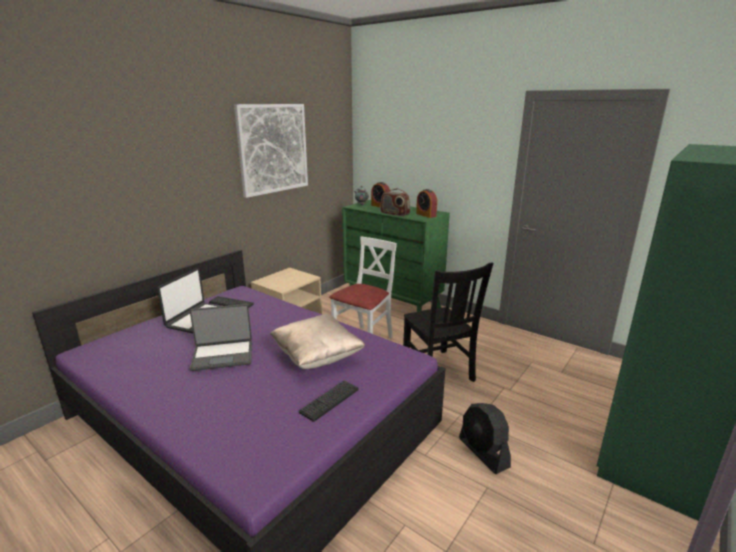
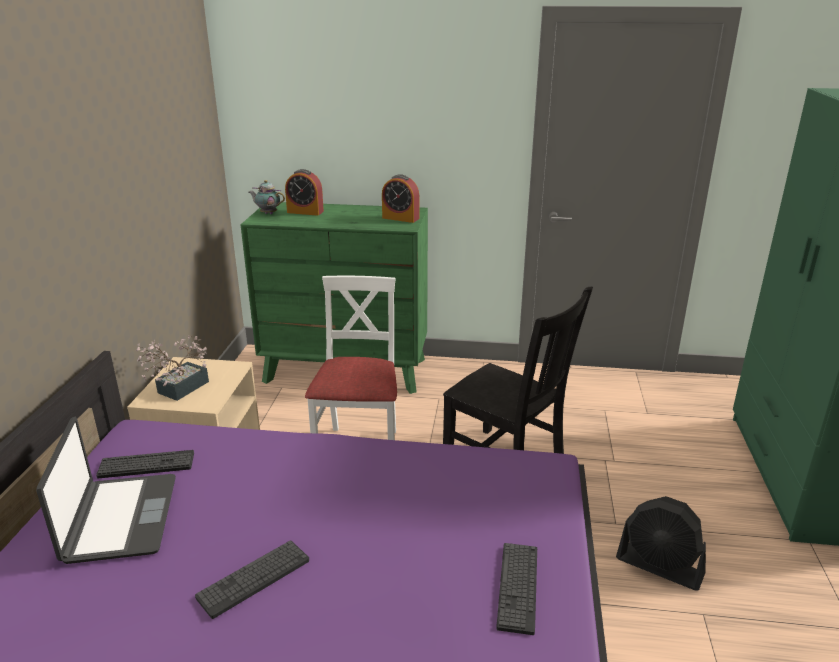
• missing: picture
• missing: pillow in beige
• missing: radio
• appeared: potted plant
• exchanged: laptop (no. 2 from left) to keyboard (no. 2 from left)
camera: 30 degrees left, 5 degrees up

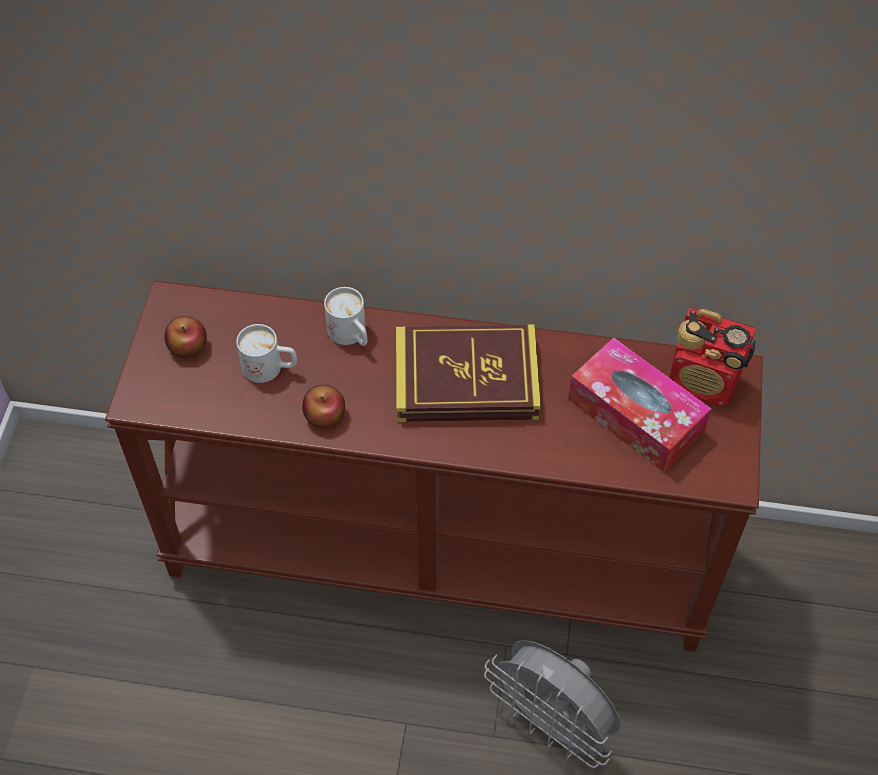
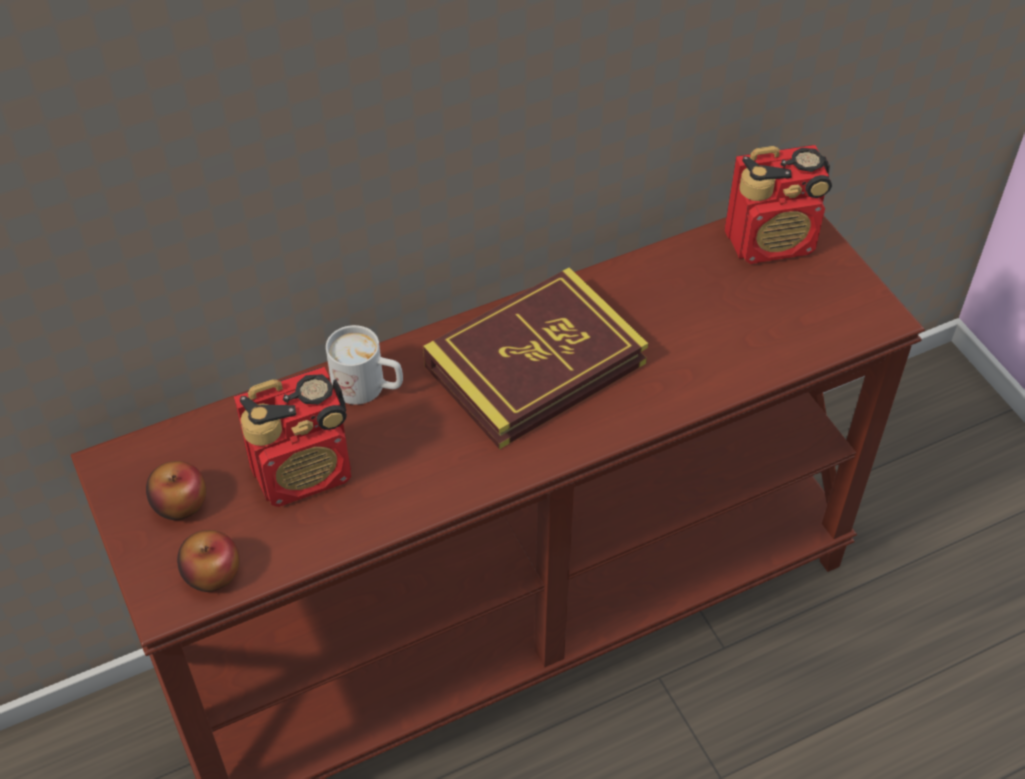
• missing: fan in grey
• missing: tissue box
• relocated: apple (no. 2 from left)
• exchanged: mug in white (no. 1 from left) to radio (no. 1 from left)
camera: 35 degrees left, 5 degrees down

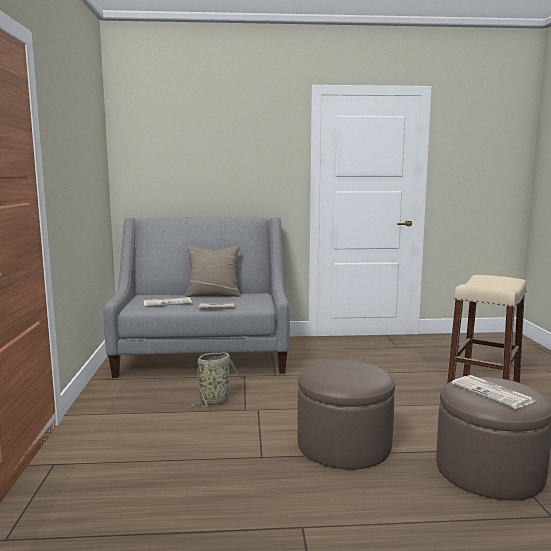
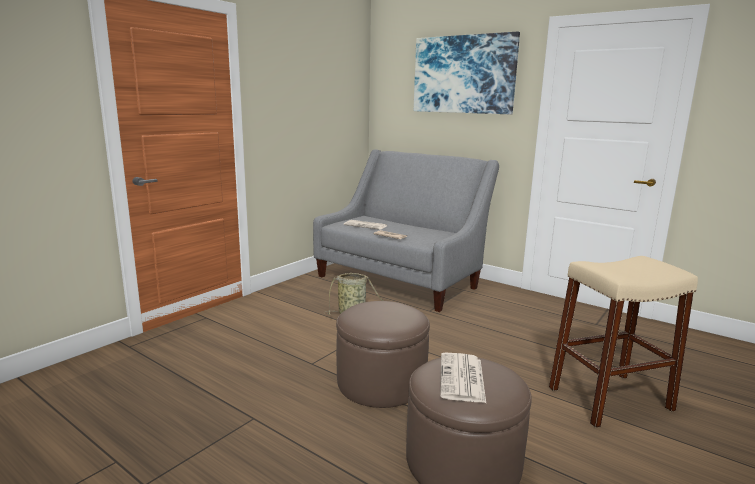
• missing: pillow in beige
• appeared: picture
camera: 40 degrees right, 5 degrees up

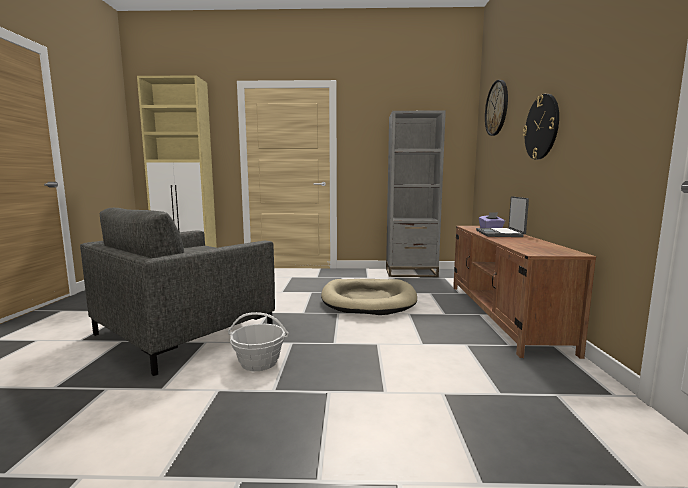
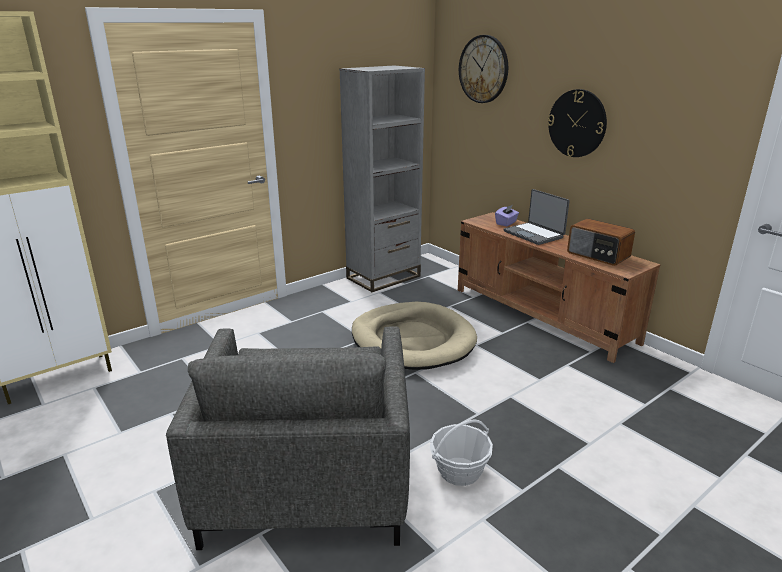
• appeared: radio
camera: 40 degrees left, 15 degrees up

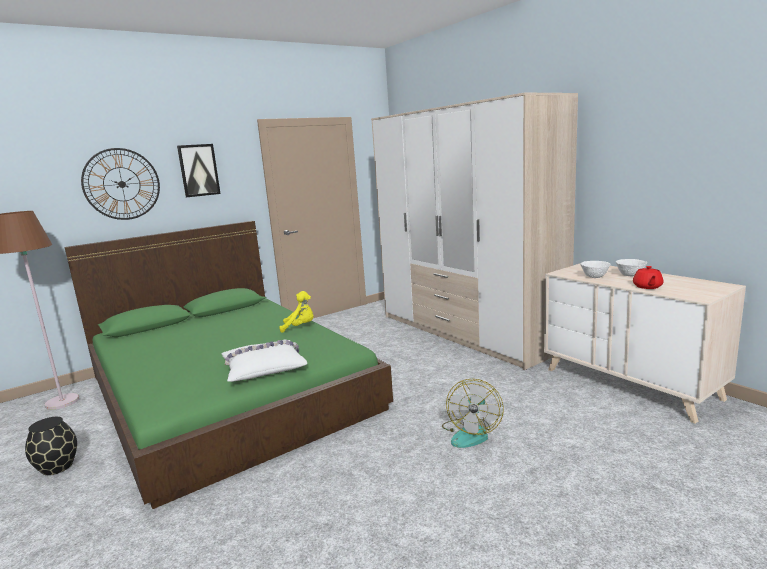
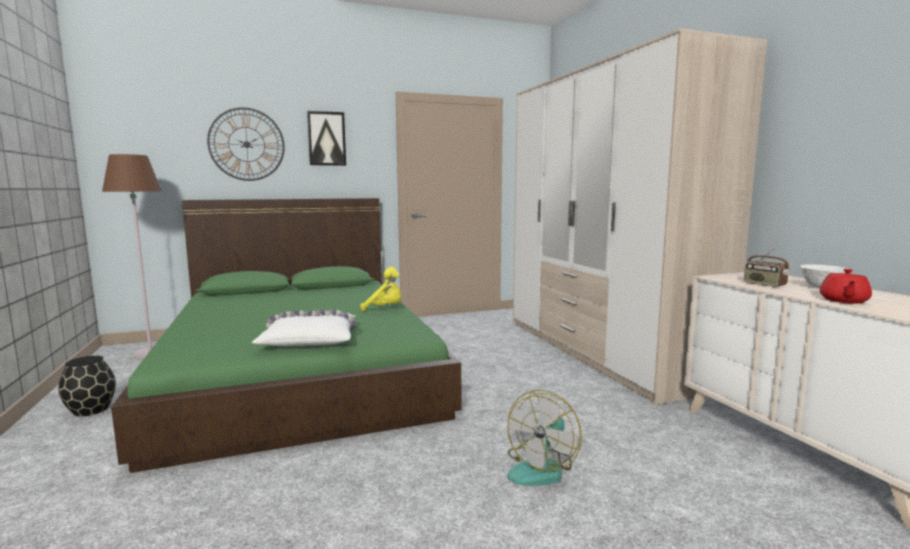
• exchanged: bowl in white (no. 1 from left) to radio
camera: 15 degrees right, 5 degrees down

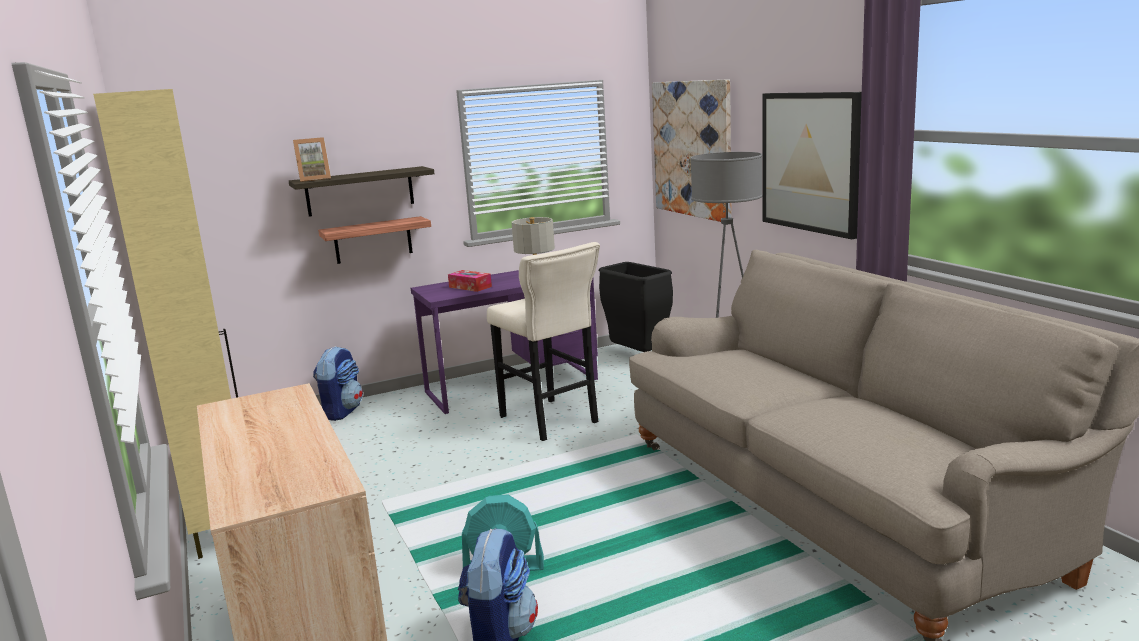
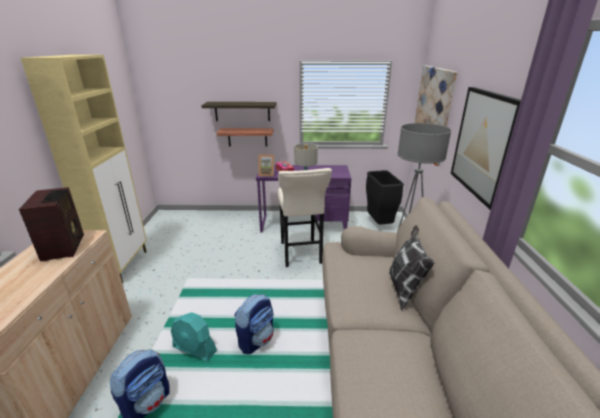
• appeared: radio
• appeared: pillow
• relocated: picture frame
• relocated: backpack (no. 1 from left in the first image) to backpack (no. 2 from left)
camera: 25 degrees right, 10 degrees up

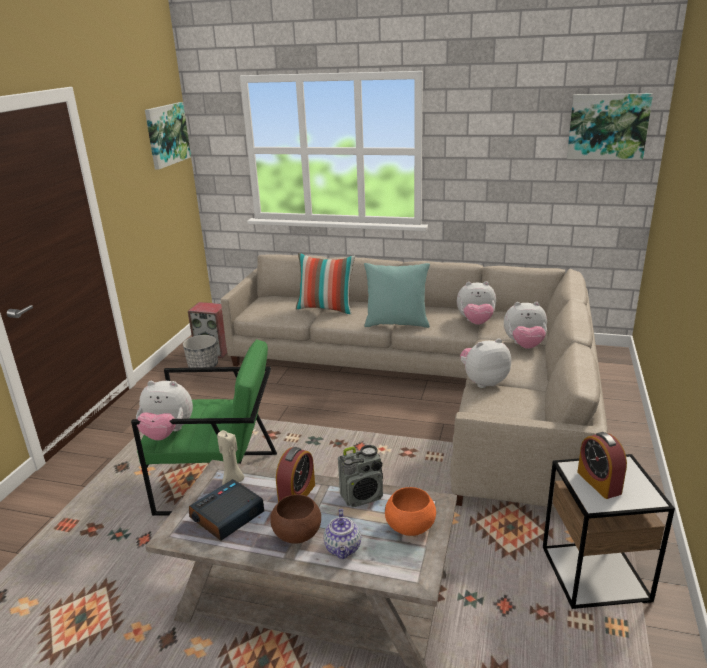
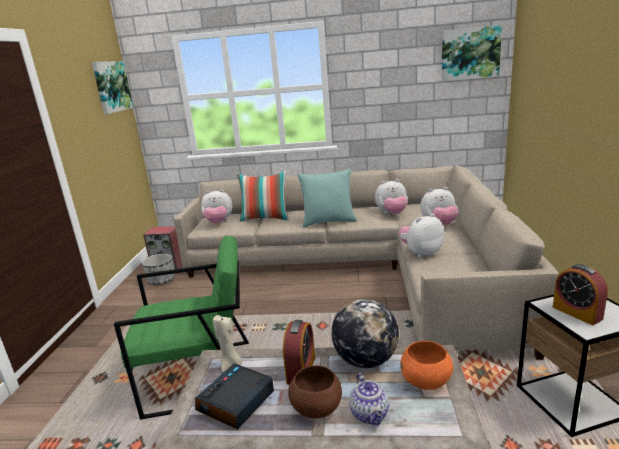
• relocated: plush toy (no. 1 from left)
• exchanged: radio to globe
camera: 10 degrees left, 5 degrees down

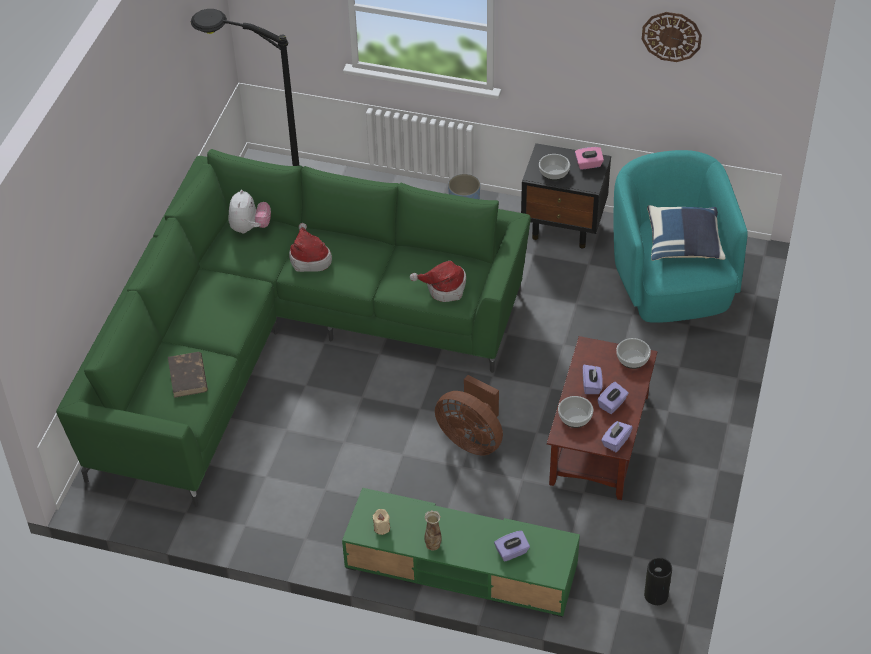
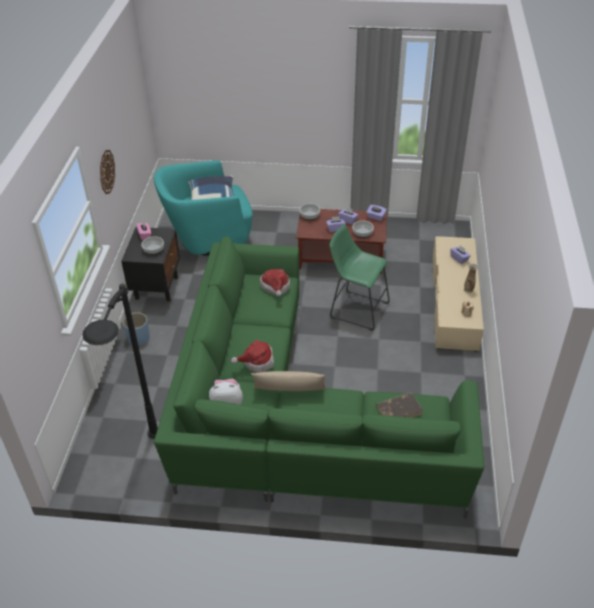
• missing: vase (no. 2 from left)
• appeared: pillow in beige
• relocated: wall clock
• exchanged: fan in brown to stool in green
• colour: tv stand in green to tv stand in beige
camera: 100 degrees left, 5 degrees down

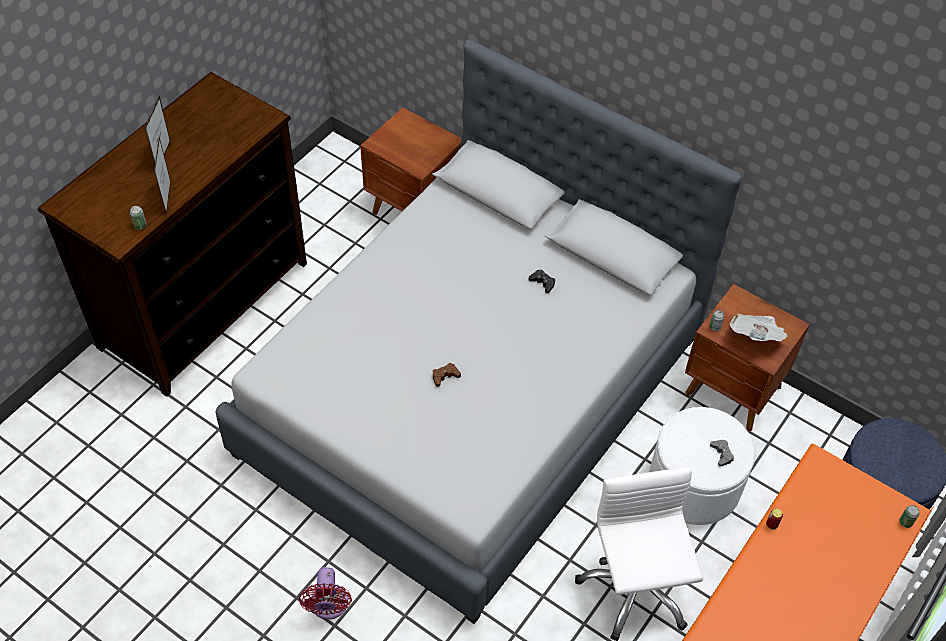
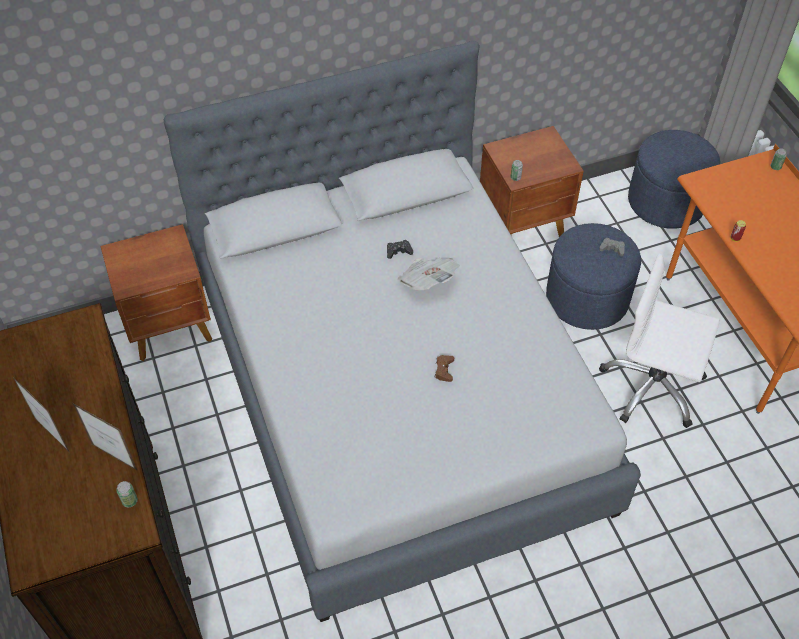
• missing: fan in red
• relocated: newspaper
• colour: ottoman in white to ottoman in blue (no. 1 from left)
camera: 55 degrees left, 0 degrees up

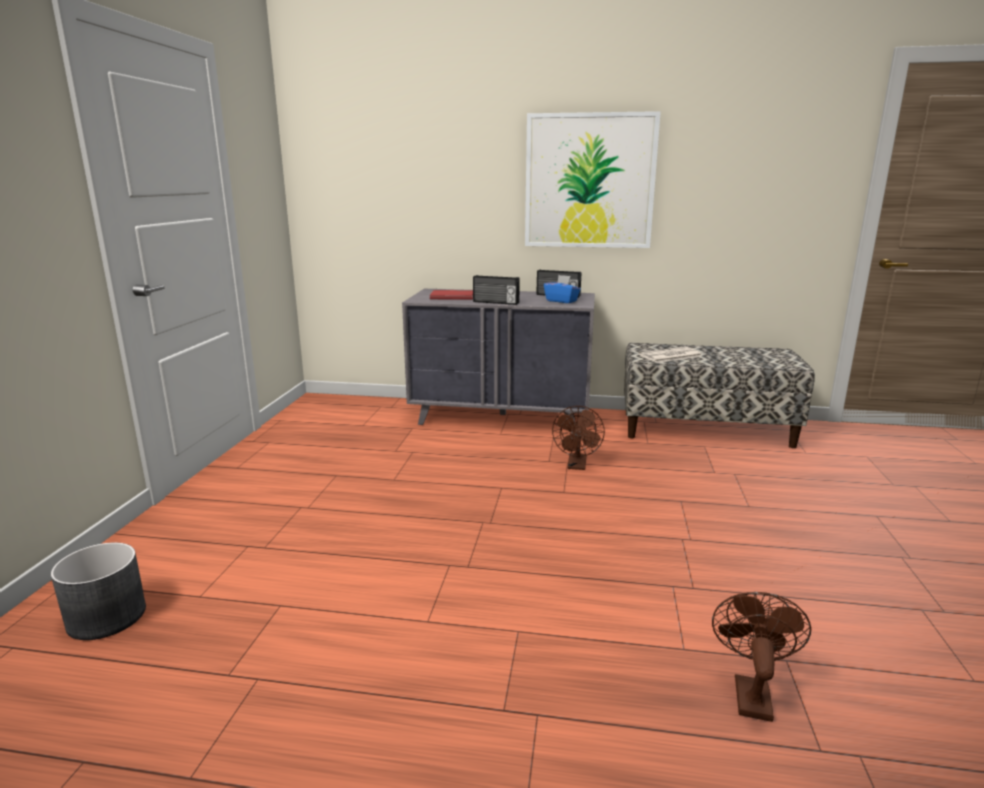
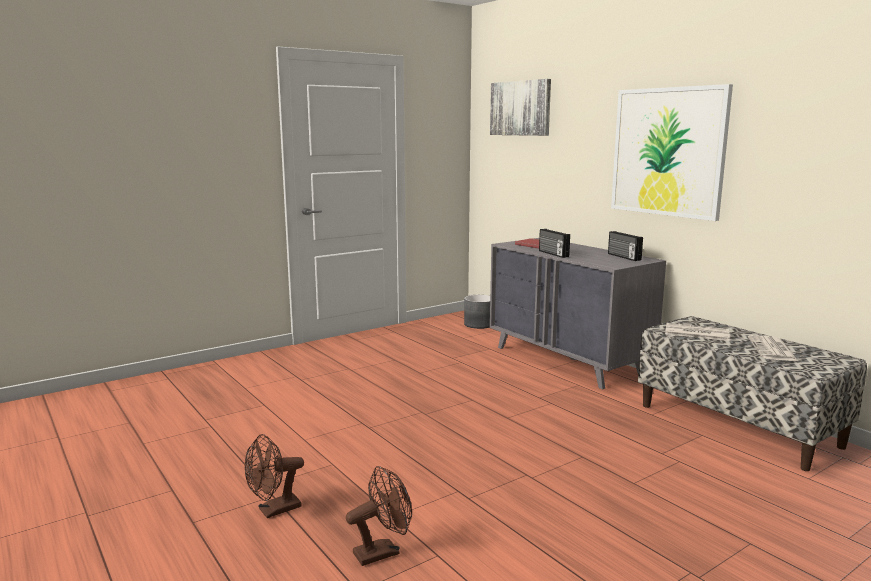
• missing: tissue box in blue
• appeared: picture (no. 1 from left)
• appeared: newspaper (no. 2 from left)
• relocated: planter in grey
• relocated: fan in brown (no. 1 from left)
camera: 45 degrees right, 5 degrees down

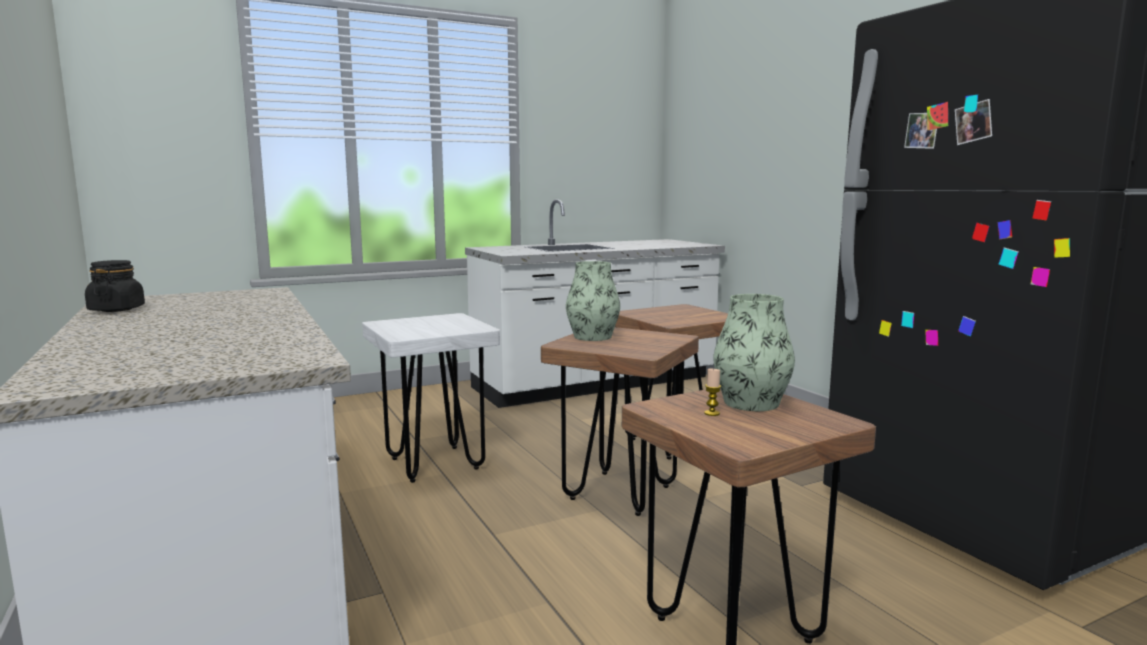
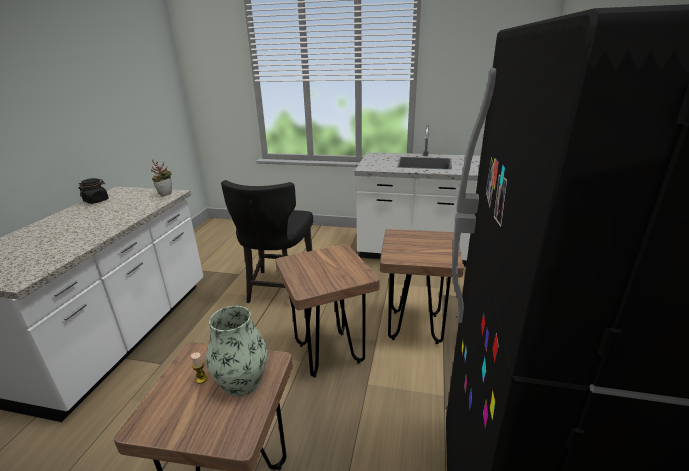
• missing: vase (no. 1 from left)
• appeared: potted plant
• exchanged: stool in white to chair in black
camera: 40 degrees right, 15 degrees up

